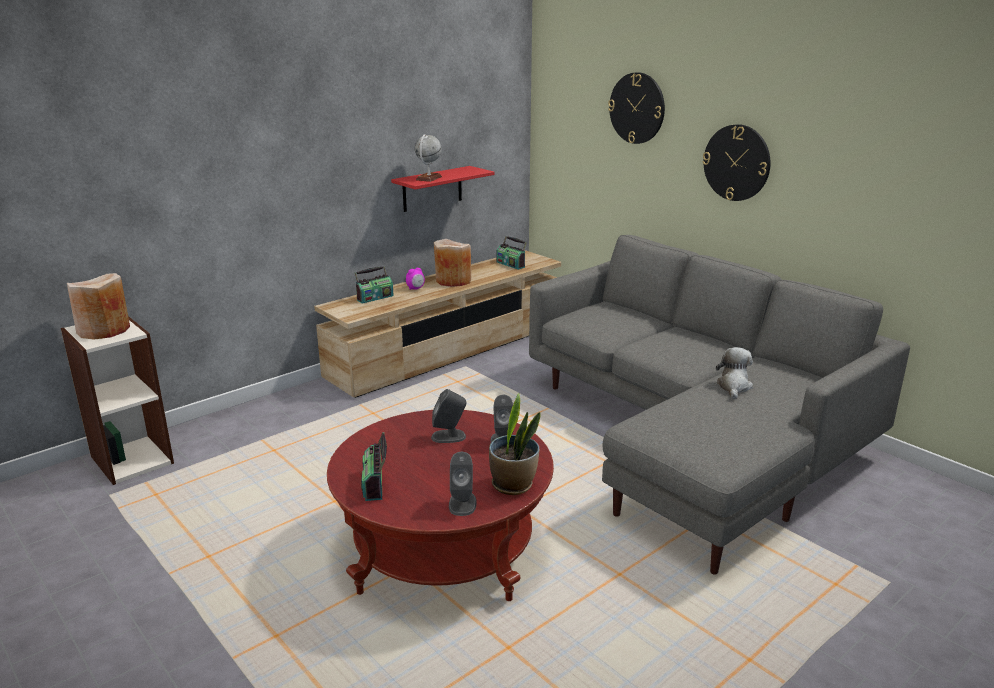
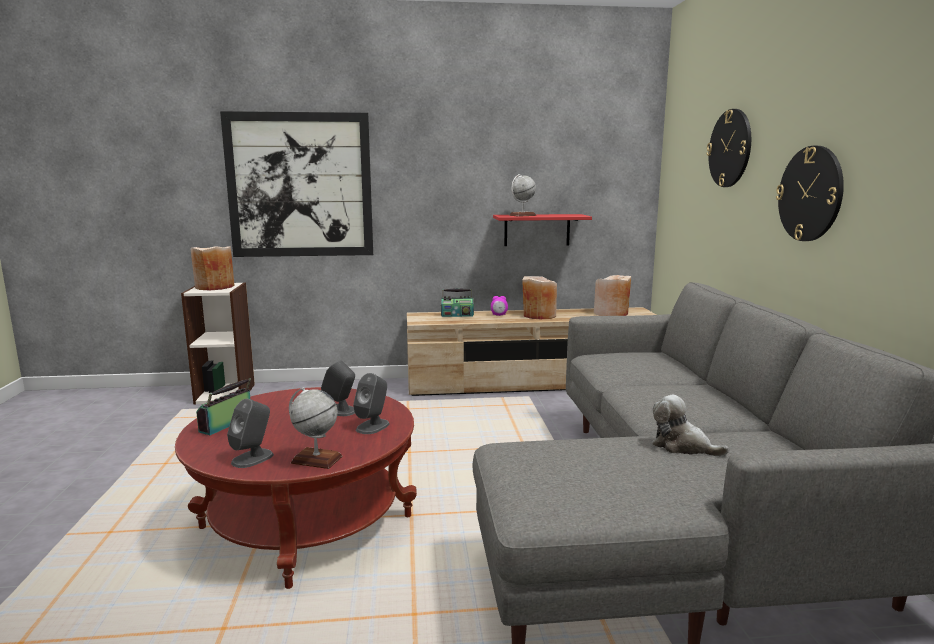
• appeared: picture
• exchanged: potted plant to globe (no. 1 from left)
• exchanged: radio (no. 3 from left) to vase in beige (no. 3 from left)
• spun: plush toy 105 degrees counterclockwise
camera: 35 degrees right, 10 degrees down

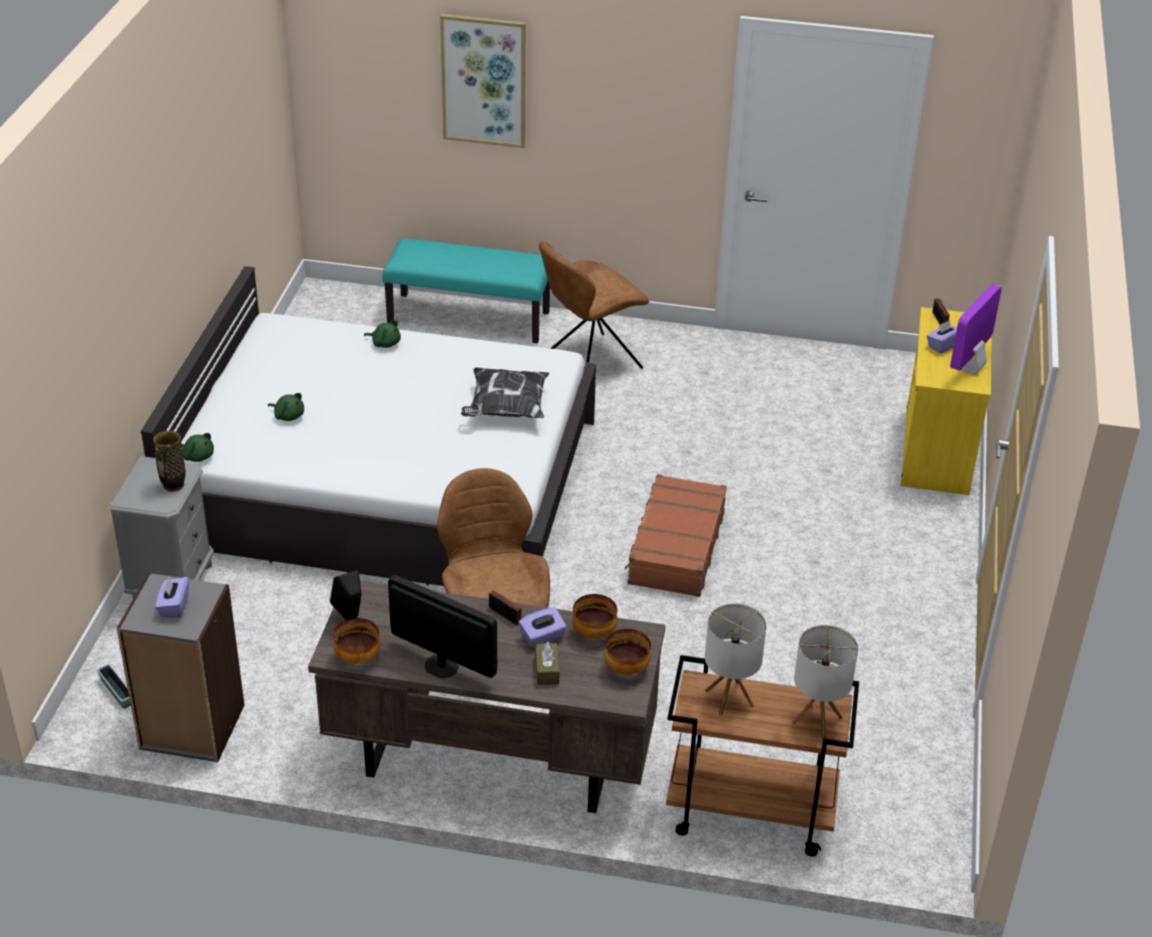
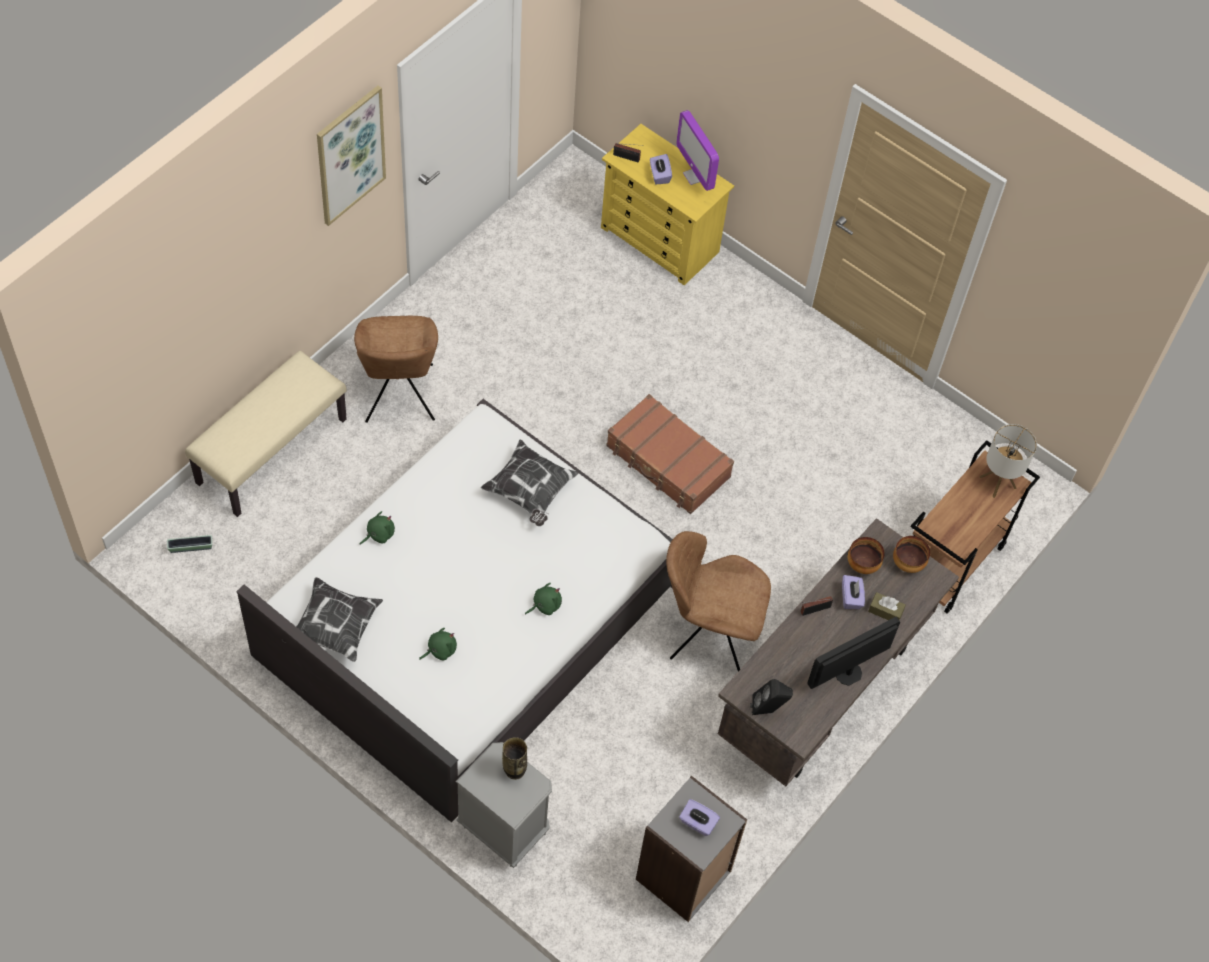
• missing: bowl (no. 1 from left)
• missing: table lamp (no. 1 from left)
• appeared: pillow (no. 1 from left)
• relocated: planter
• relocated: plush toy in green (no. 1 from left in the first image) to plush toy in green (no. 3 from left)
• relocated: picture
• colour: bench in turquoise to bench in beige
camera: 65 degrees left, 20 degrees up

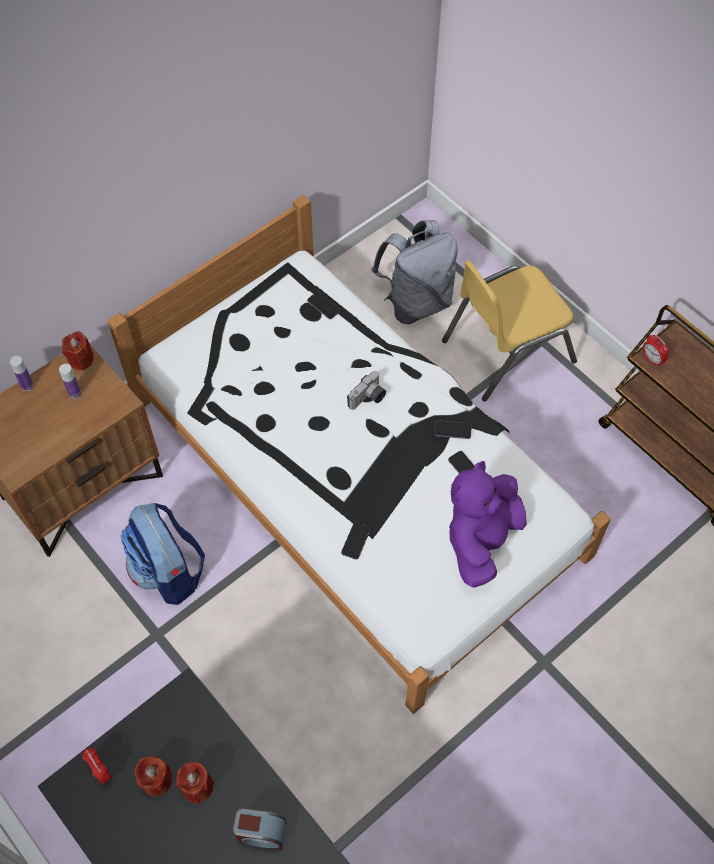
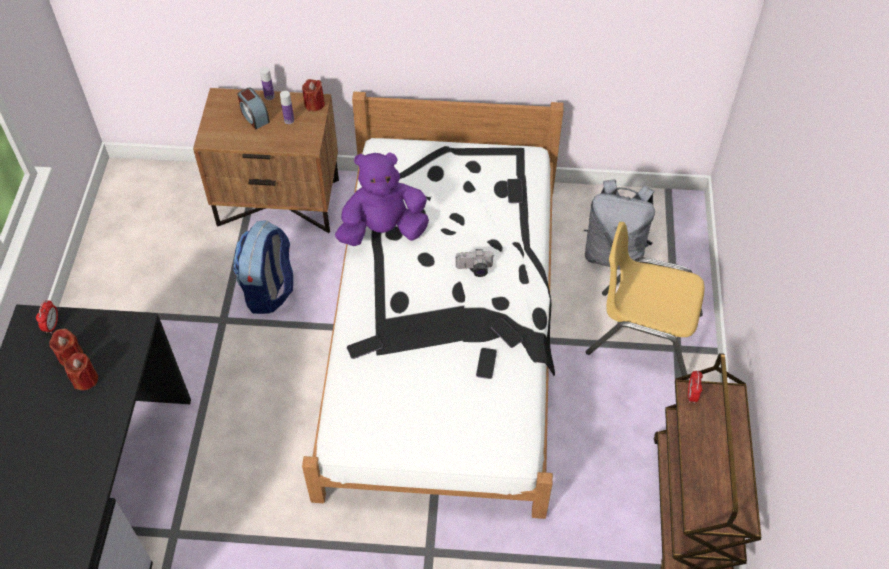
• relocated: alarm clock (no. 2 from left)
• relocated: plush toy in purple
camera: 45 degrees right, 5 degrees down

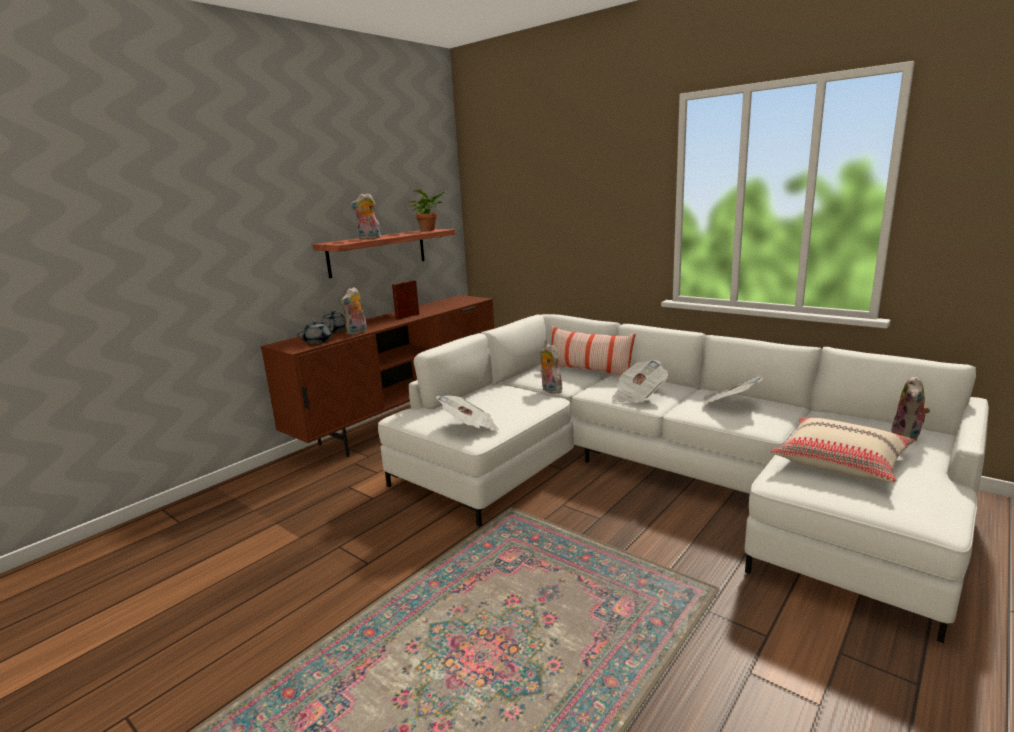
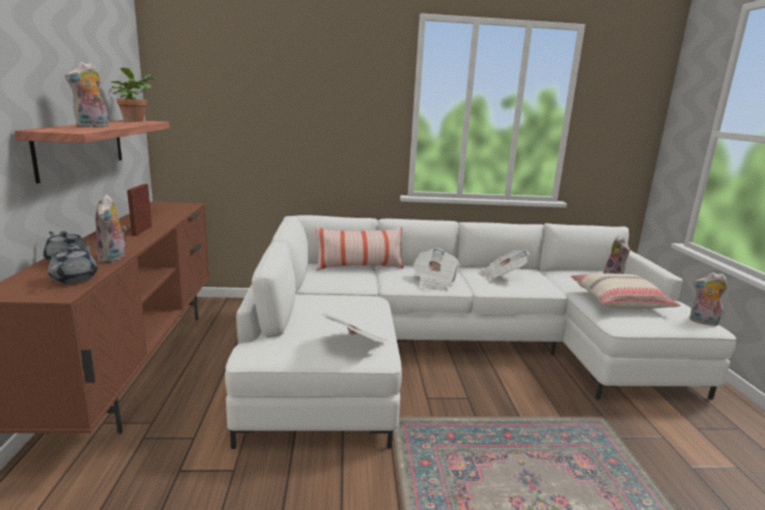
• relocated: plush toy (no. 3 from left in the first image) to plush toy (no. 4 from left)
camera: 45 degrees left, 0 degrees up

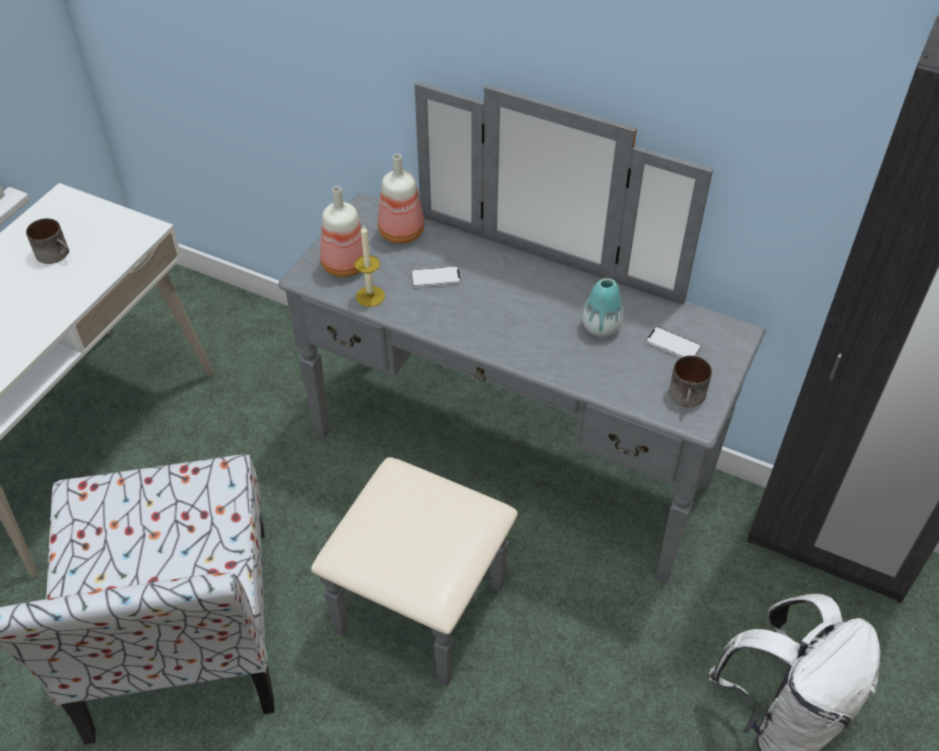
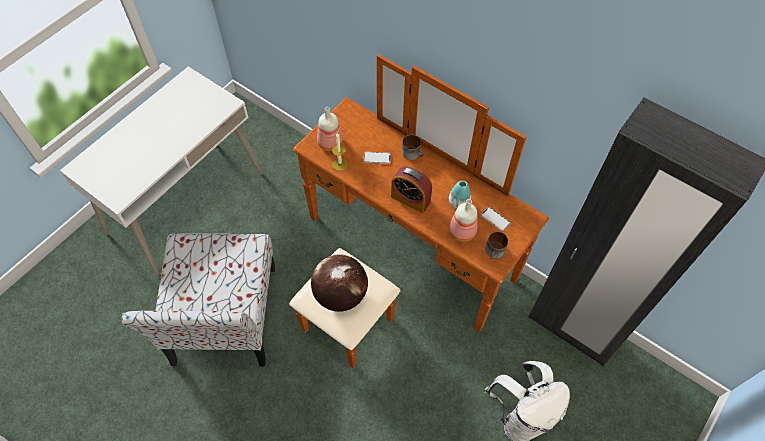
• appeared: globe
• appeared: alarm clock
• relocated: mug (no. 1 from left)
• relocated: bottle (no. 2 from left)
• colour: dresser in grey to dresser in brown
camera: 10 degrees right, 10 degrees up

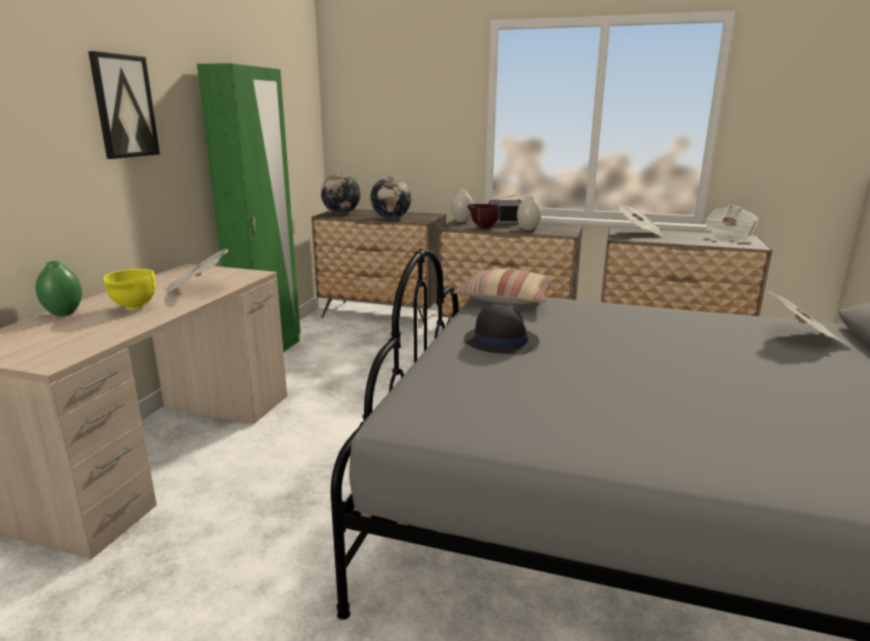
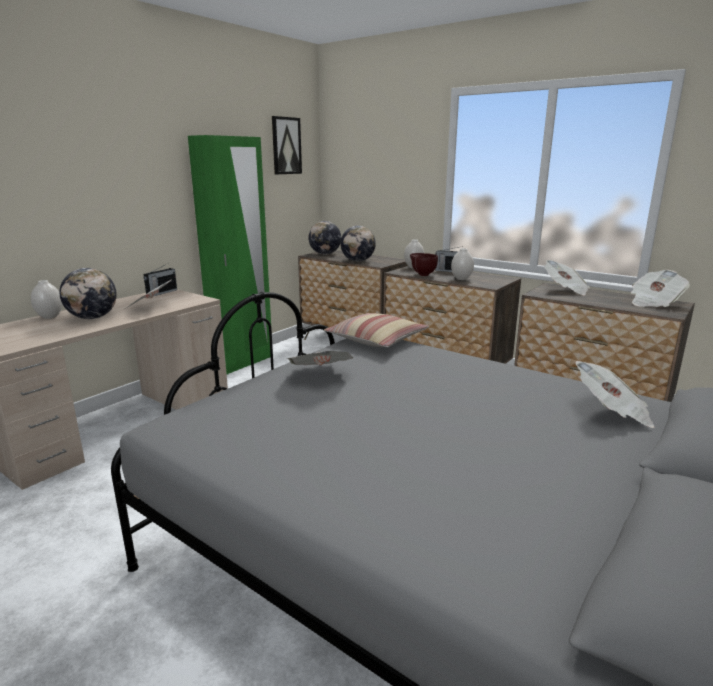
• appeared: radio (no. 1 from left)
• relocated: picture
• exchanged: bowl in yellow to globe (no. 1 from left)
• exchanged: hat in black to newspaper (no. 2 from left)
• colour: vase in green to vase in white (no. 1 from left)
camera: 20 degrees right, 0 degrees up

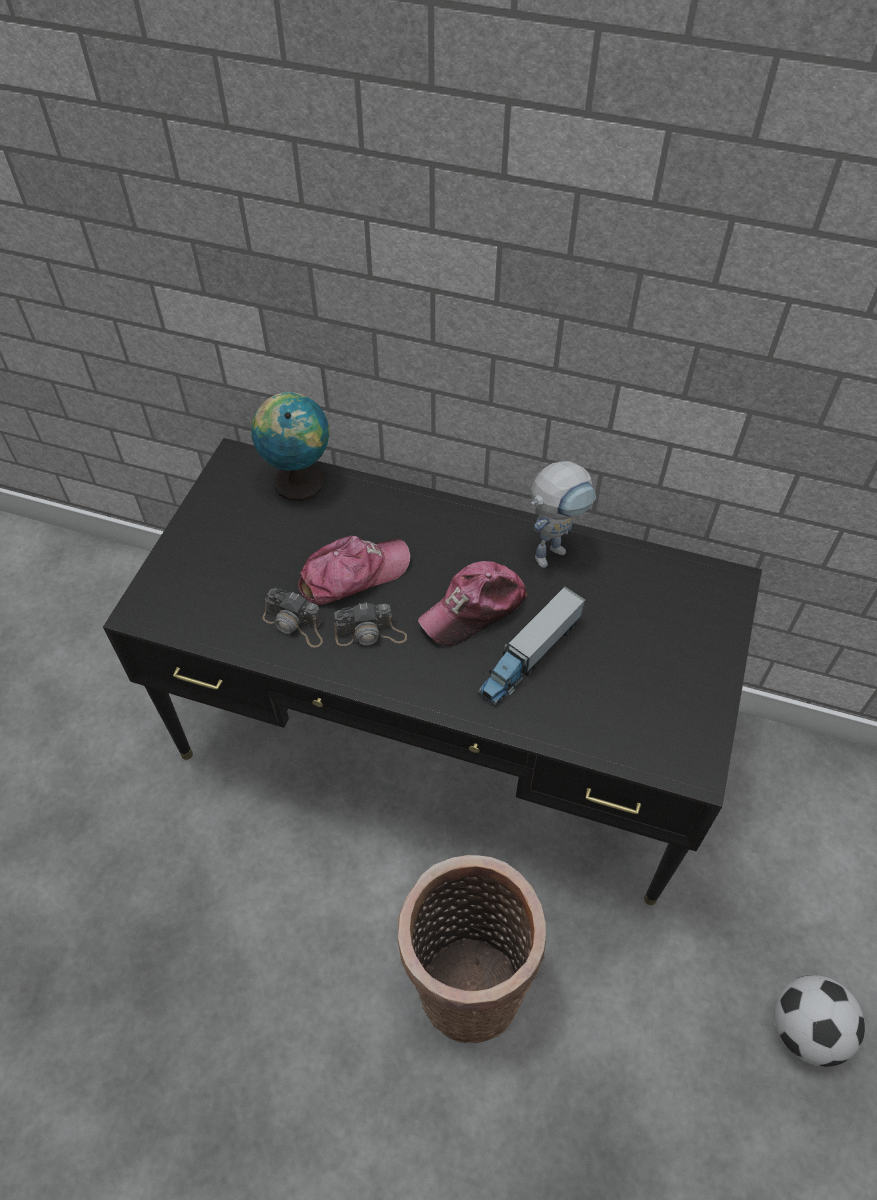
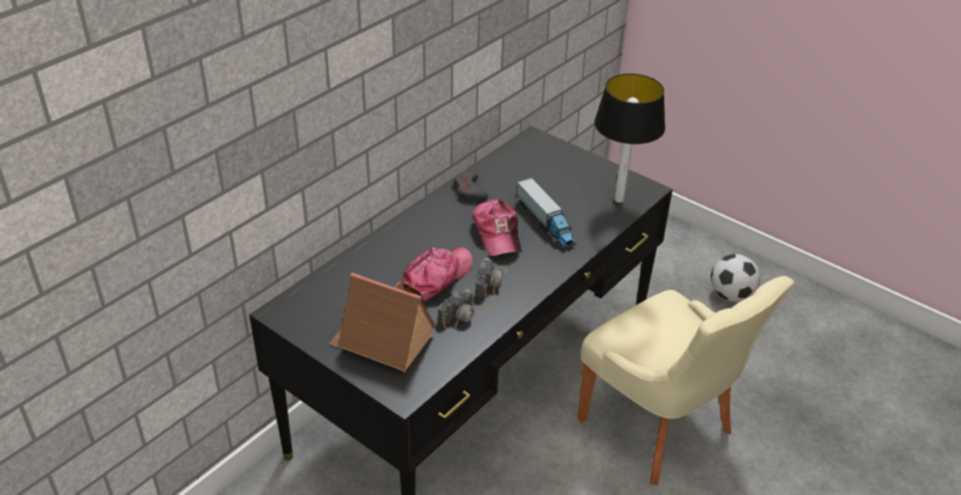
• missing: globe
• appeared: toy house
• appeared: table lamp
• exchanged: basket to chair in beige
• exchanged: toy robot to game controller in grey
• spun: cap (no. 1 from left) 45 degrees clockwise
camera: 70 degrees left, 15 degrees down

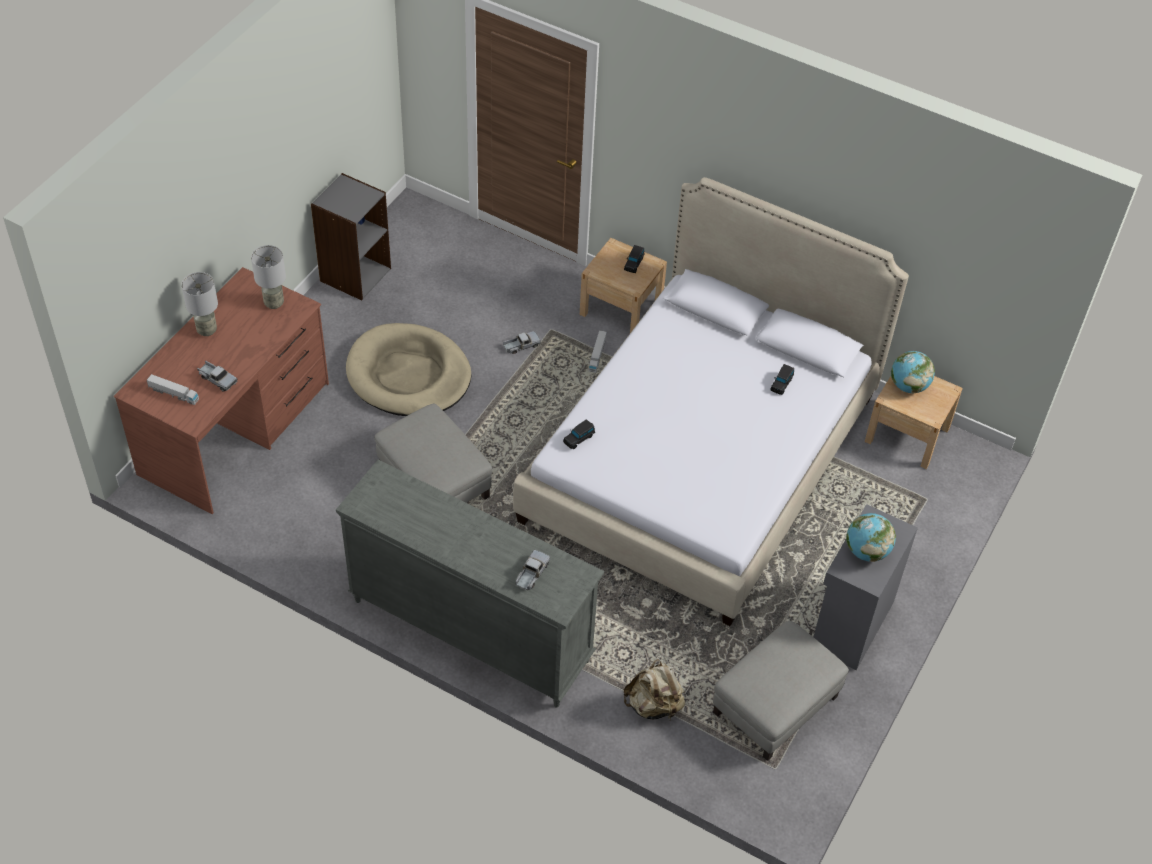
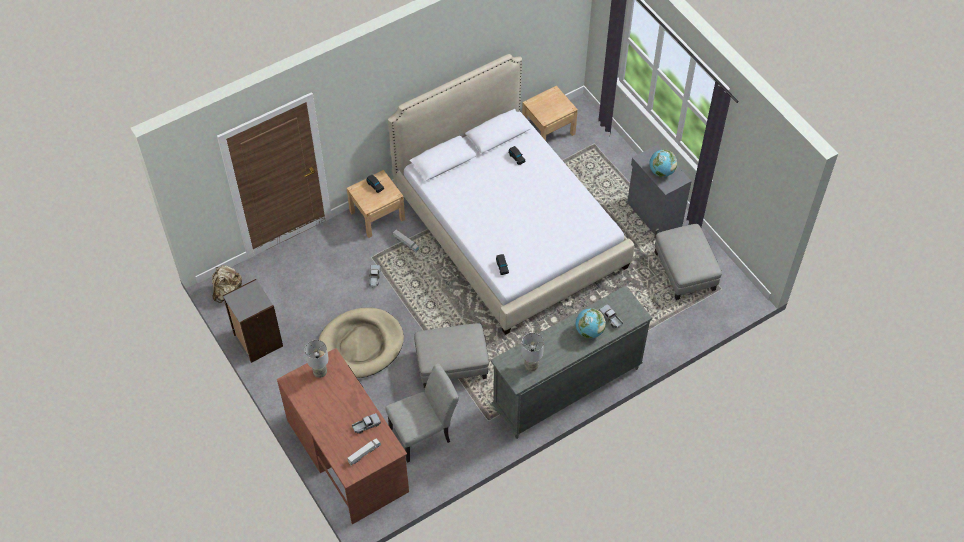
• appeared: chair in grey
• relocated: table lamp in grey (no. 1 from left in the first image) to table lamp in grey (no. 2 from left)
• relocated: backpack in beige
• relocated: globe (no. 2 from left in the first image) to globe (no. 1 from left)
camera: 60 degrees left, 5 degrees up

